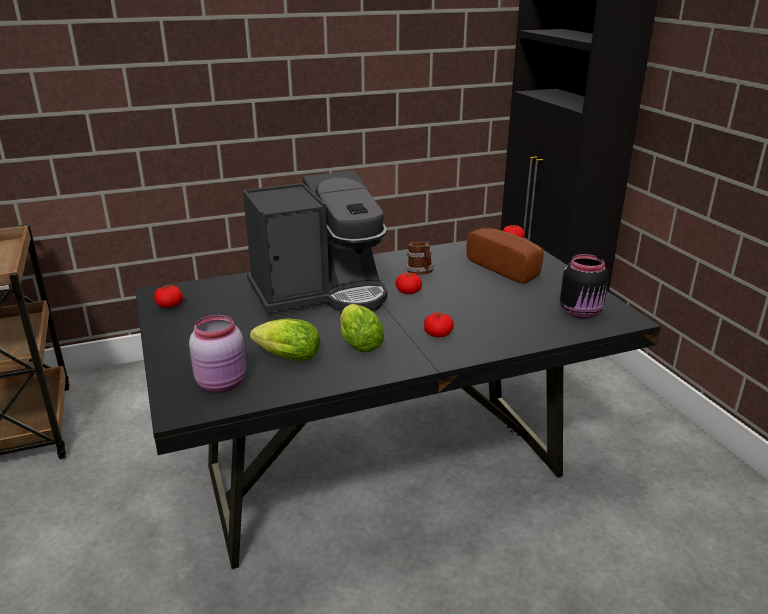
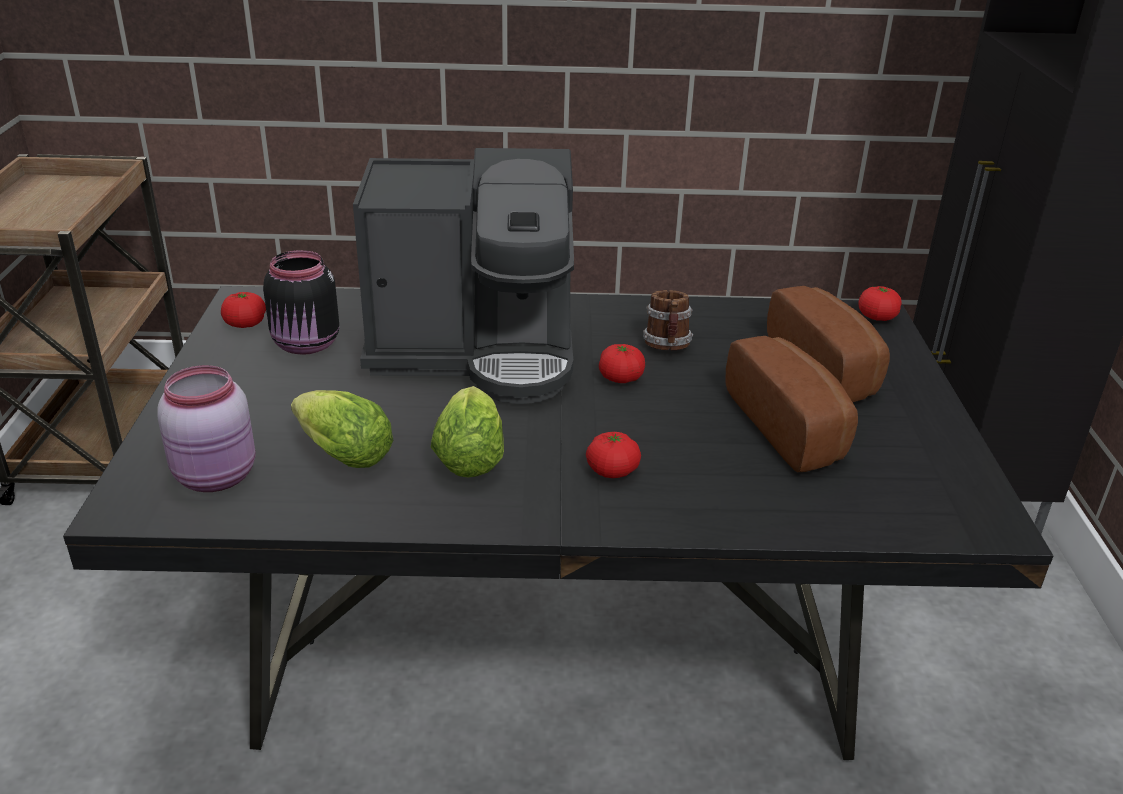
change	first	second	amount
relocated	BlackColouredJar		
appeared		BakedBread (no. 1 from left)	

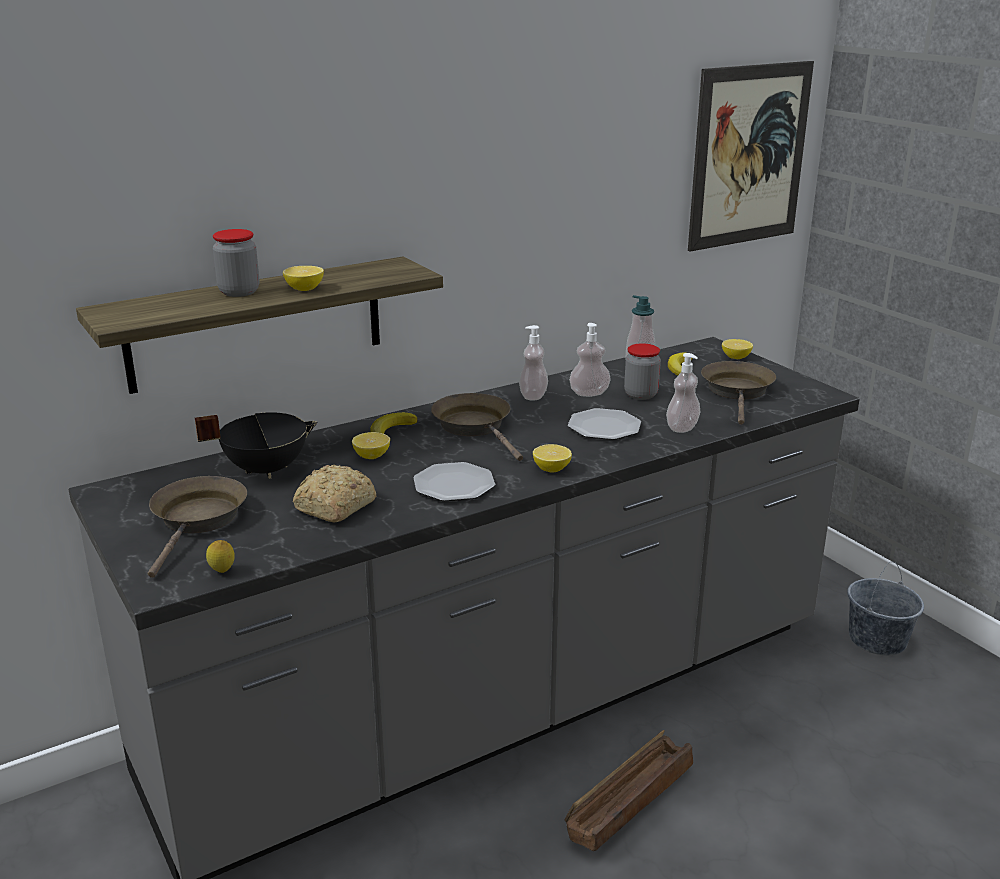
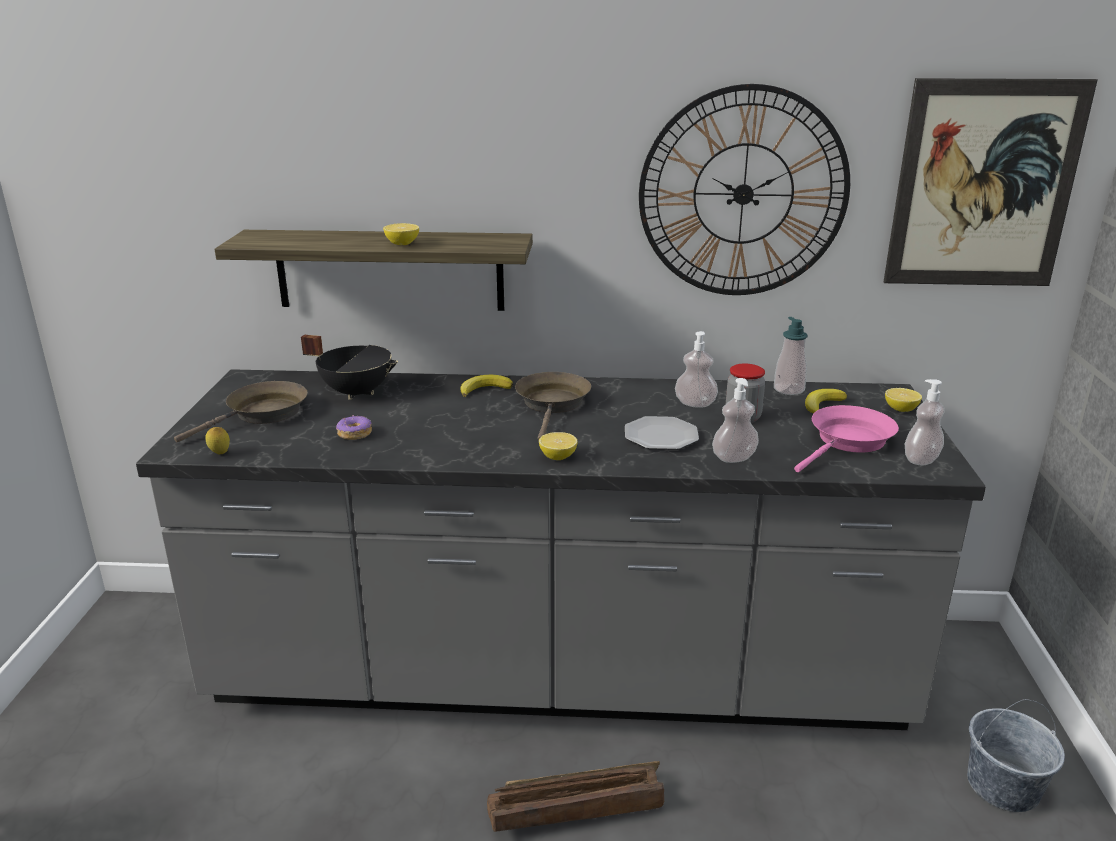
change	first	second	amount
missing	Jar (no. 1 from left)		
exchanged	BakedBread	Doughnut	
missing	CitrusFruit (no. 3 from left)		
missing	FlatDish (no. 1 from left)		
relocated	SoapDispenser (no. 1 from left in the first image)	SoapDispenser (no. 4 from left)	
colour	BrownishFryingPan (no. 3 from left)	PinkFryingPan	
appeared		ClockOnTheWall	

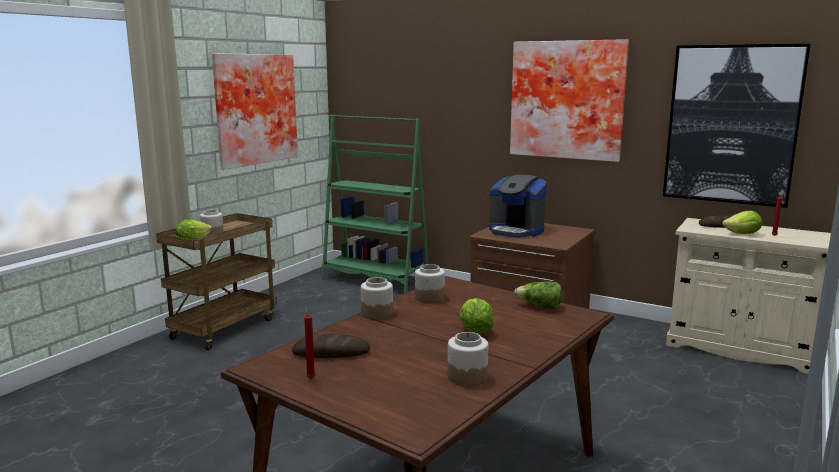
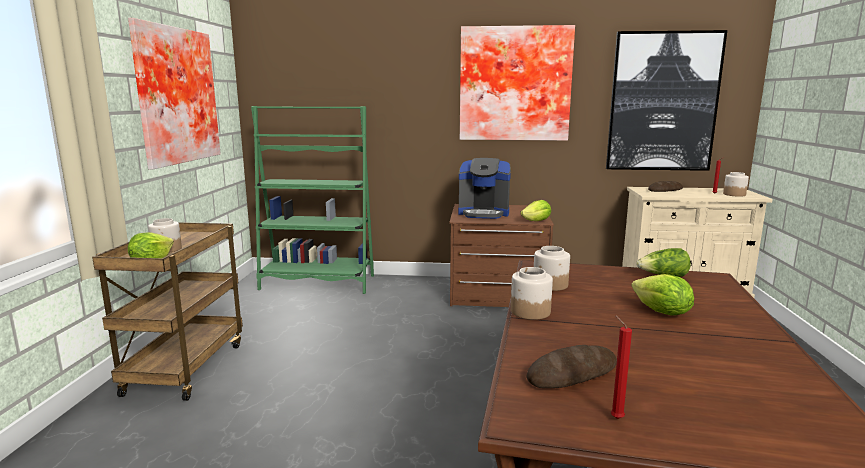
change	first	second	amount
relocated	Jar (no. 4 from left)		
relocated	Lettuce (no. 4 from left in the first image)	Lettuce (no. 2 from left)	

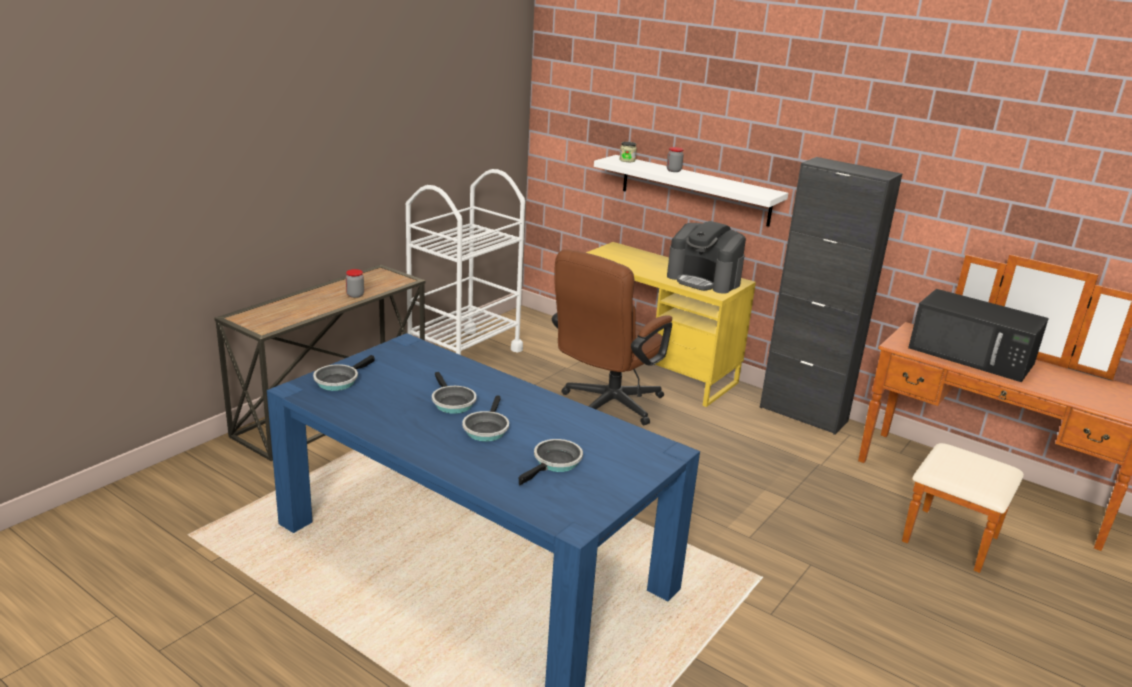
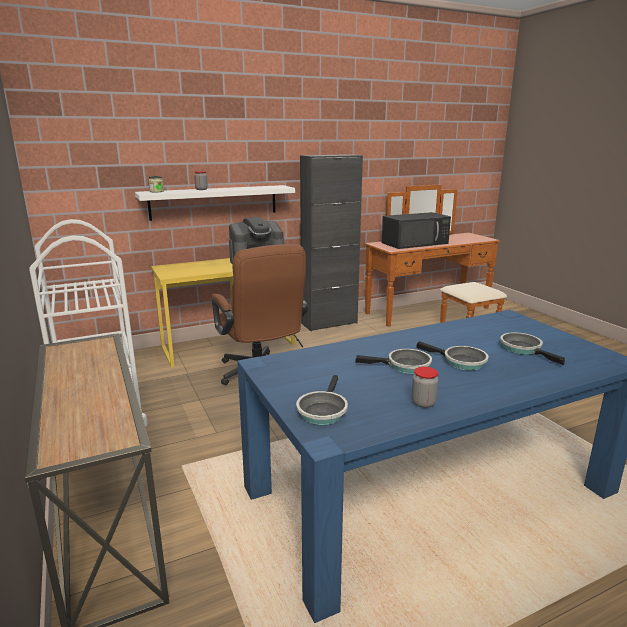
change	first	second	amount
spun	FryingPan (no. 1 from left)		45 degrees clockwise
relocated	Jar (no. 1 from left in the first image)	Jar (no. 3 from left)	

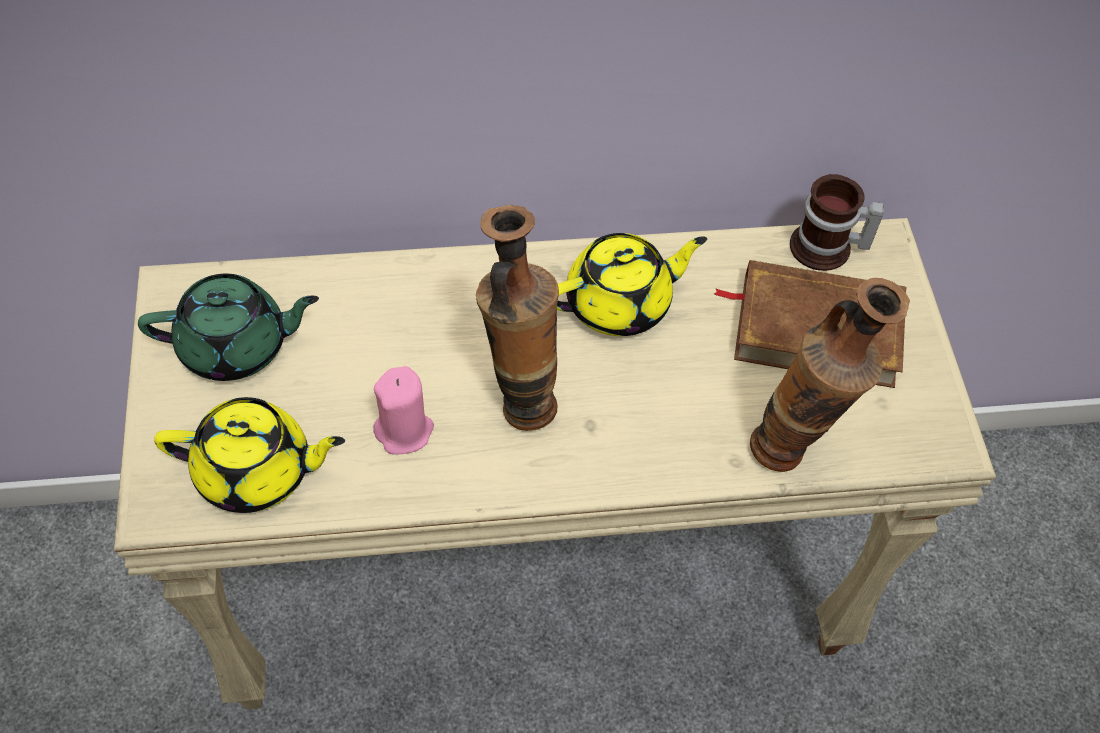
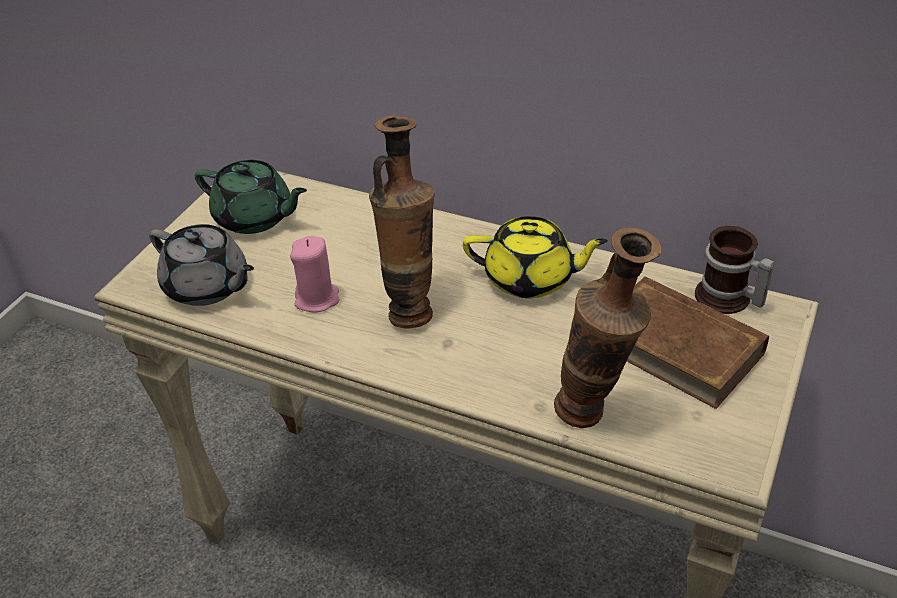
change	first	second	amount
colour	YellowTeaPot (no. 1 from left)	GreyTeaPot	

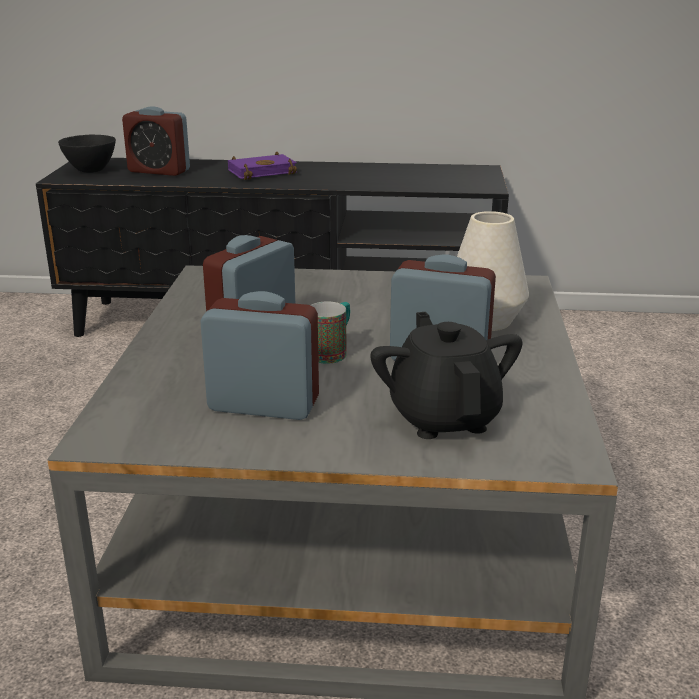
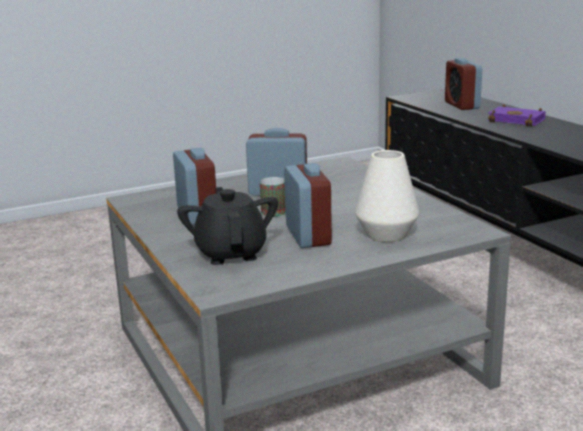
change	first	second	amount
missing	BlackColouredBowl		
spun	BlackColouredTeaPot		60 degrees counterclockwise

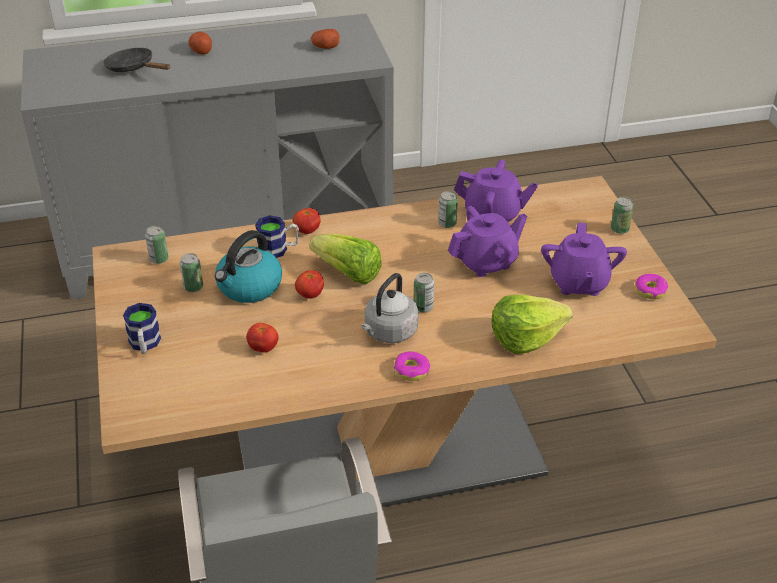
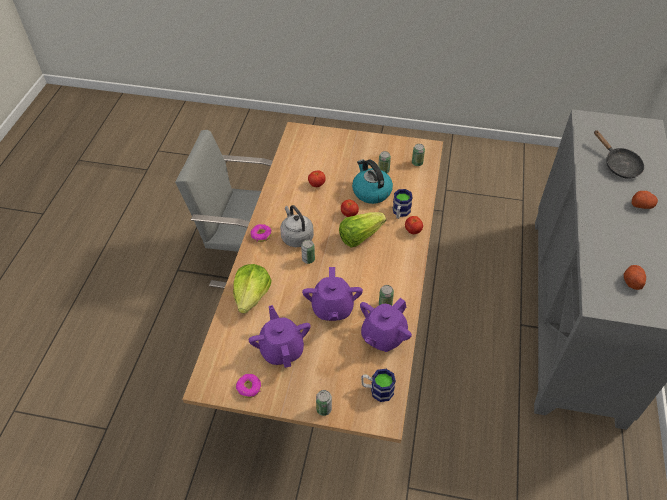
change	first	second	amount
spun	BlackColouredFryingPan		90 degrees clockwise
relocated	TeaMug (no. 1 from left)		
spun	PurpleTeaPot (no. 3 from left in the first image)	PurpleTeaPot (no. 1 from left)	45 degrees clockwise

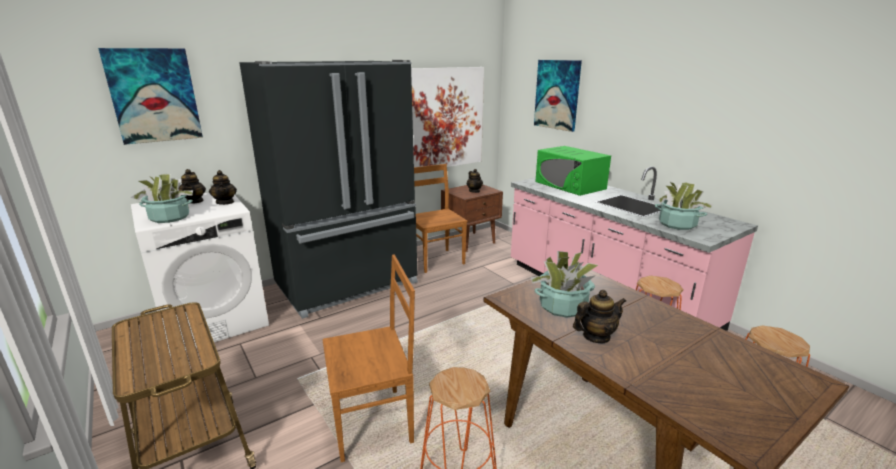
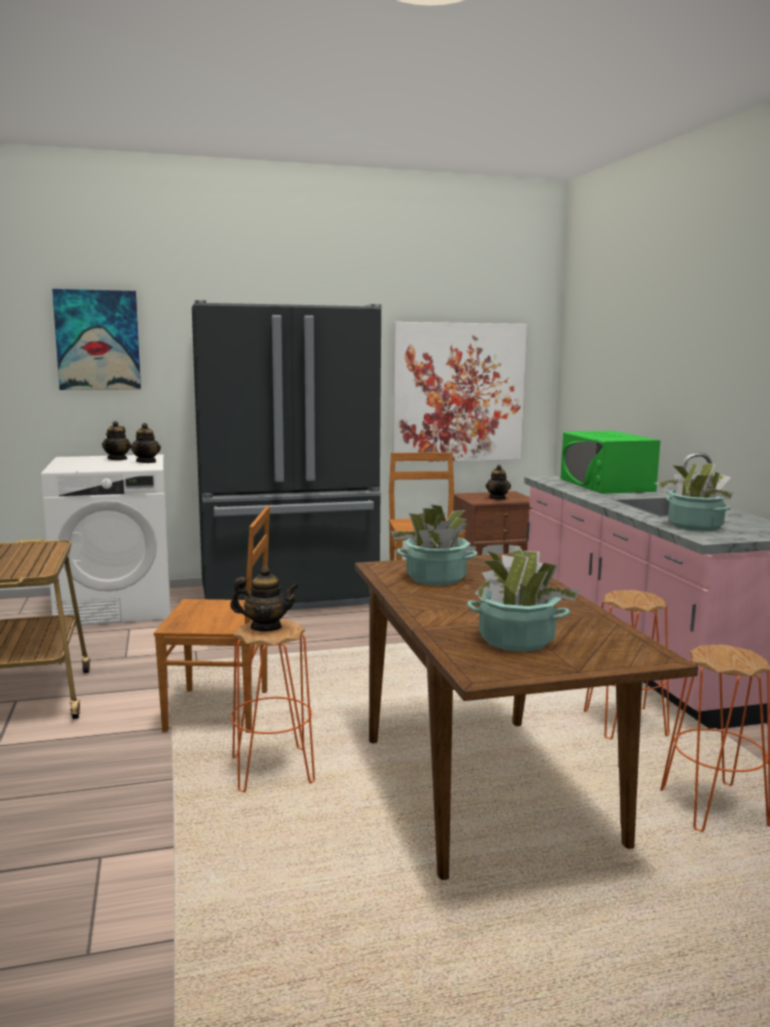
change	first	second	amount
relocated	PottedPlant (no. 1 from left in the first image)	PottedPlant (no. 2 from left)	
missing	WallPicture (no. 3 from left)		
relocated	TeaPot (no. 4 from left in the first image)	TeaPot (no. 3 from left)	

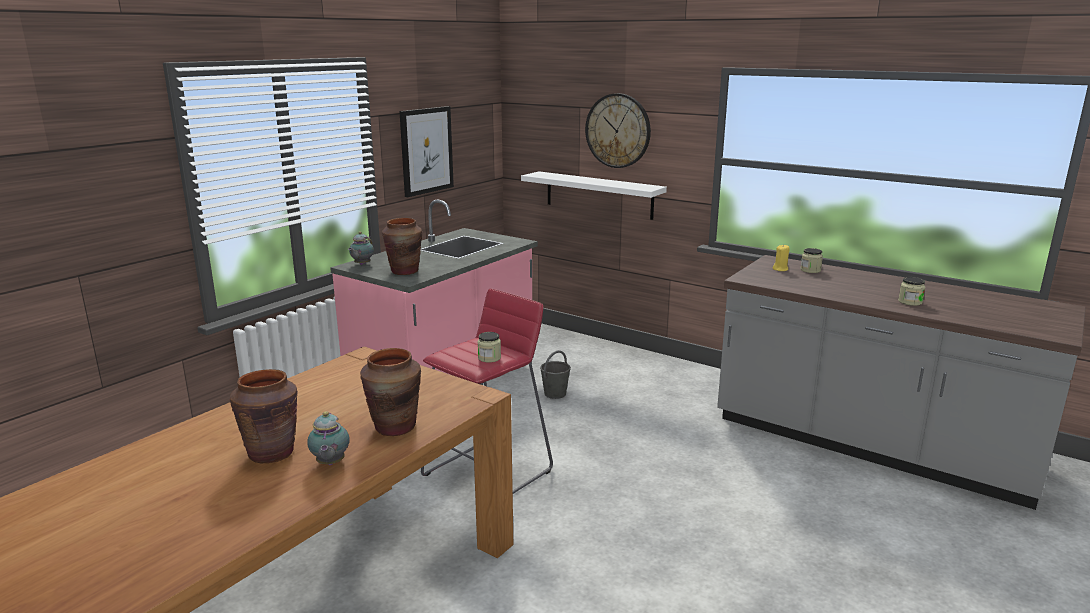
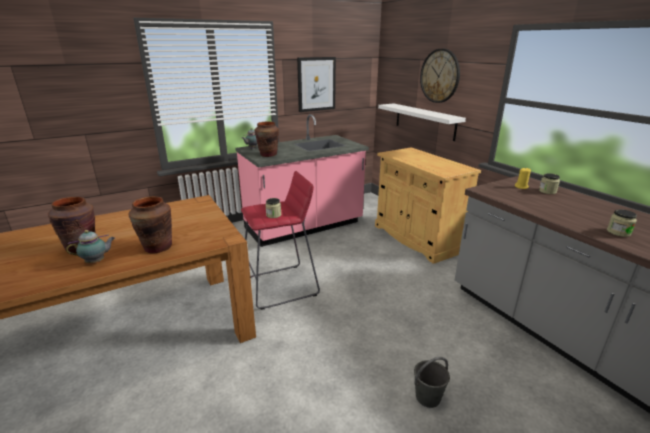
change	first	second	amount
spun	TeaPot (no. 1 from left)		135 degrees counterclockwise
relocated	GreyBucket		
appeared		SandColouredCupboard	

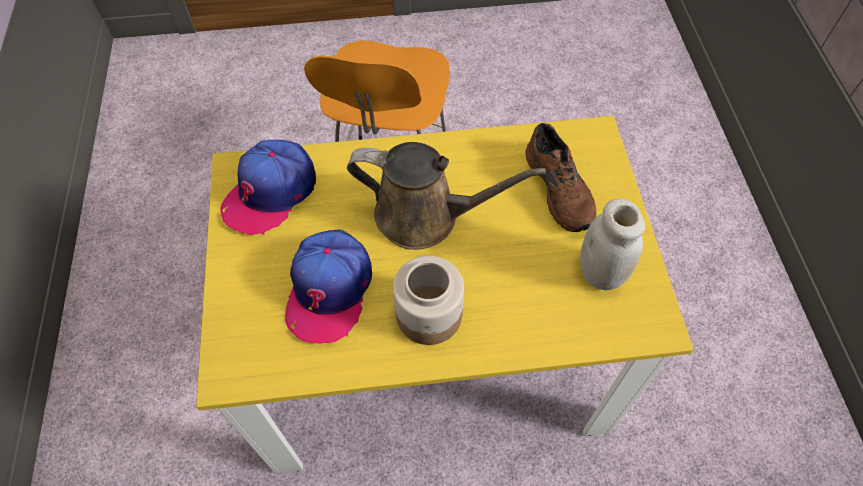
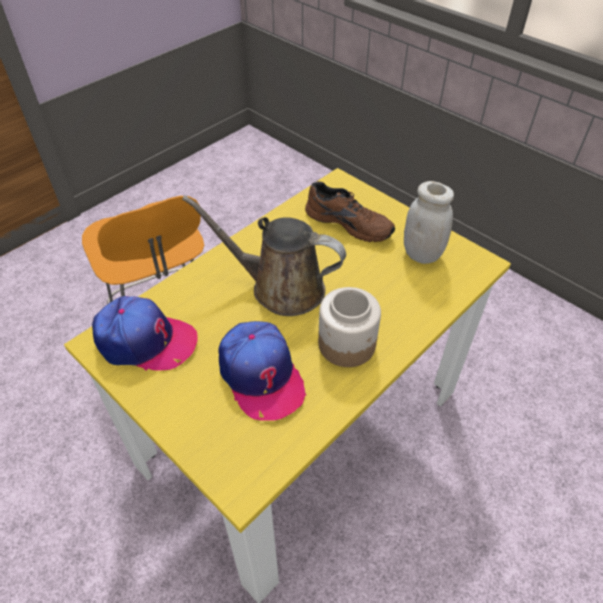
change	first	second	amount
spun	PeakedCap (no. 1 from left)		75 degrees counterclockwise
spun	BrownishWateringPot		135 degrees counterclockwise

